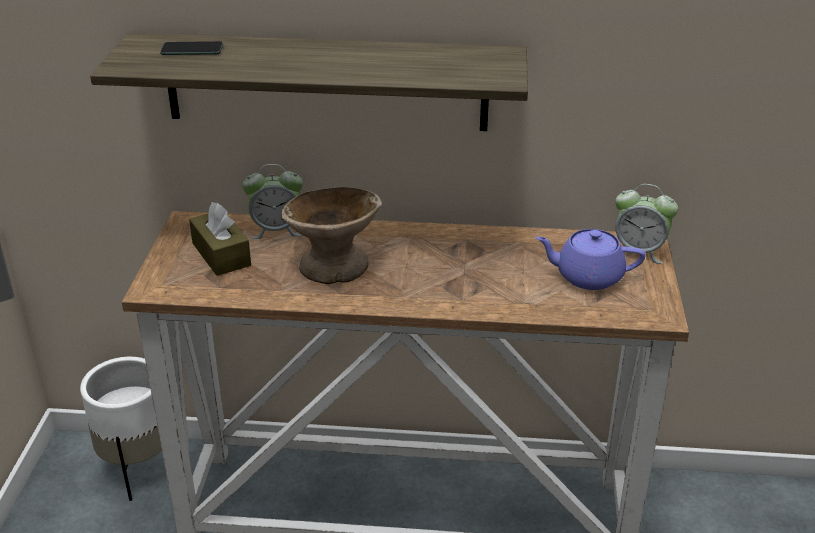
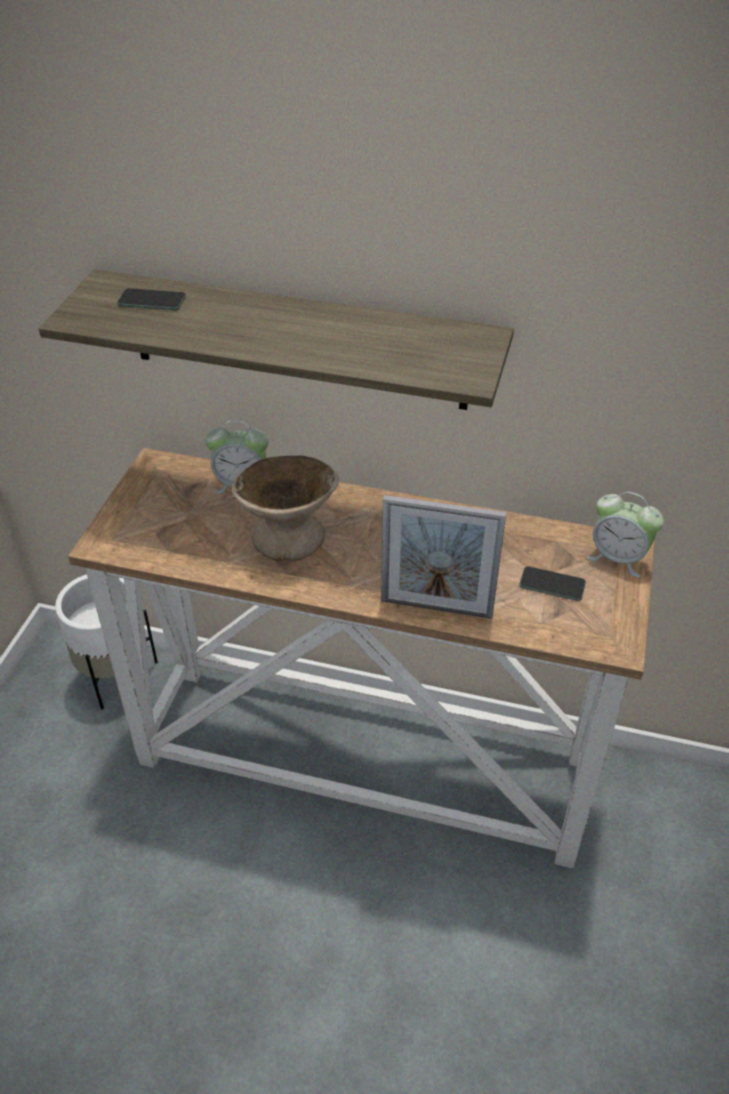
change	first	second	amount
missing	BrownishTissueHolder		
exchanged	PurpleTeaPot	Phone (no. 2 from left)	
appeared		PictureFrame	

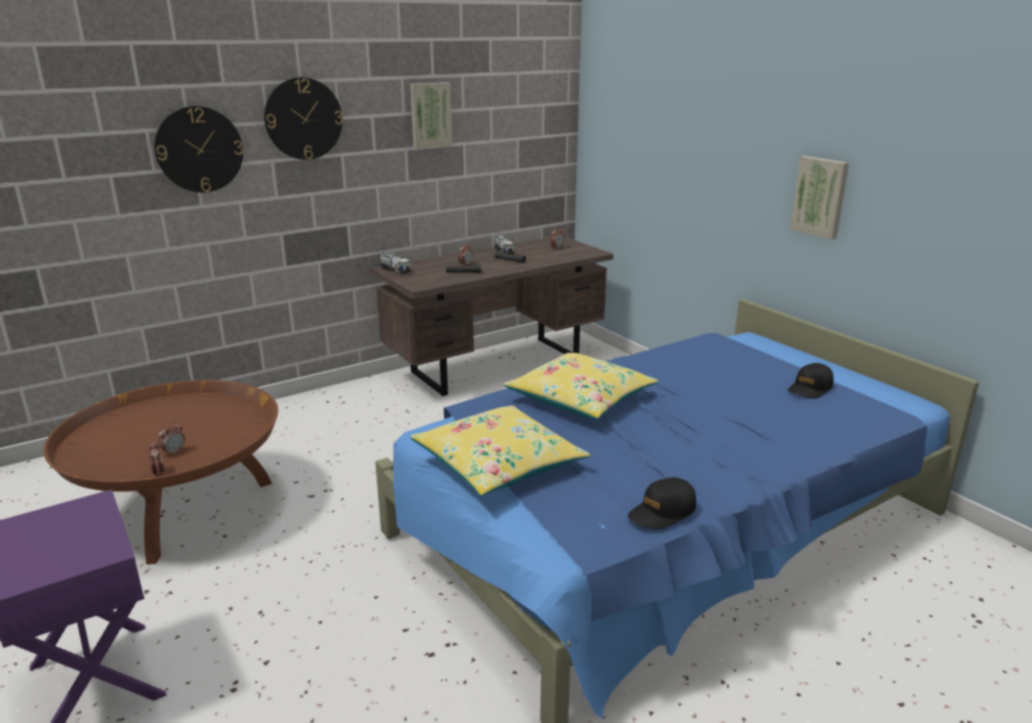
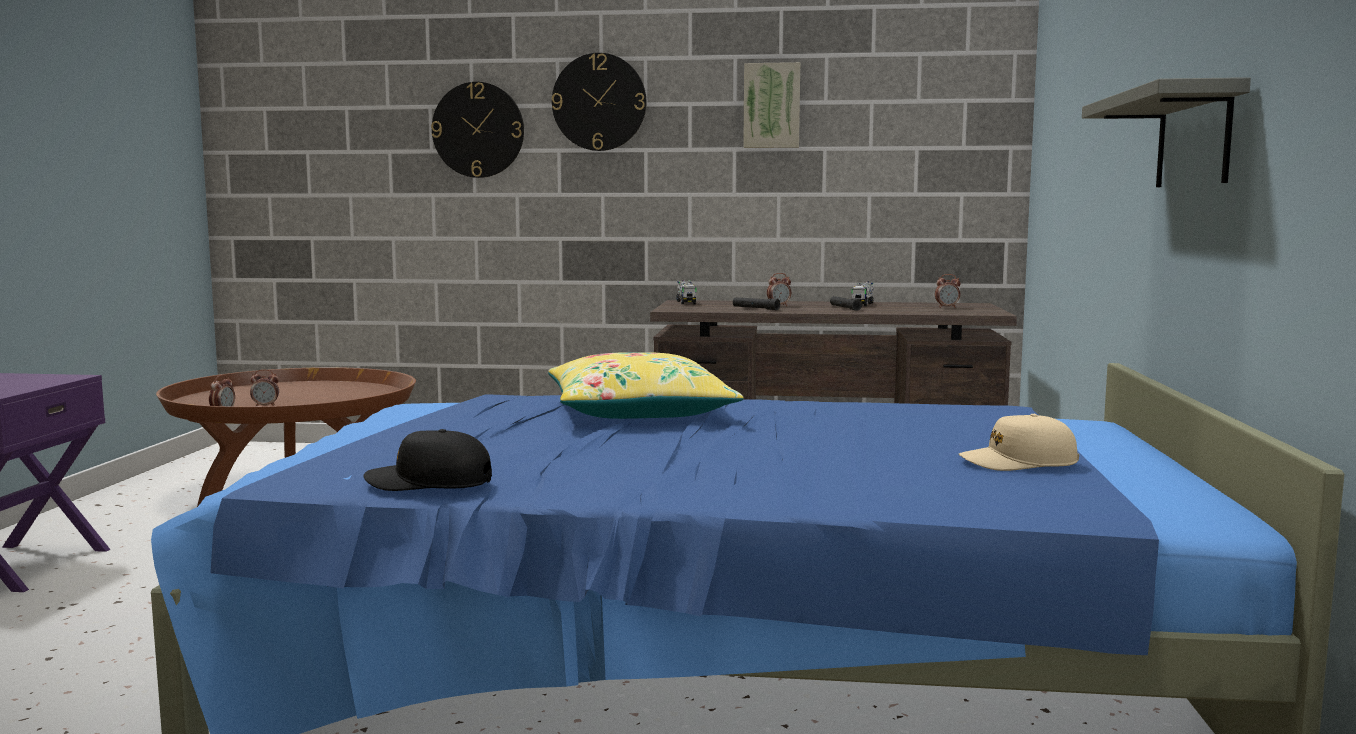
change	first	second	amount
missing	YellowPillow (no. 1 from left)		
colour	BlackColouredPeakedCap (no. 2 from left)	SandColouredPeakedCap	
exchanged	WallPicture (no. 2 from left)	GreyBracketShelf	

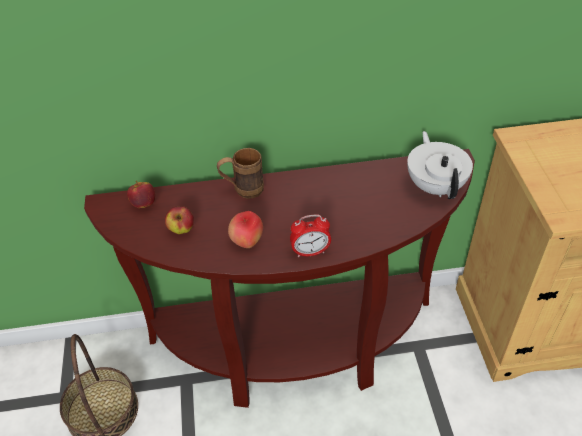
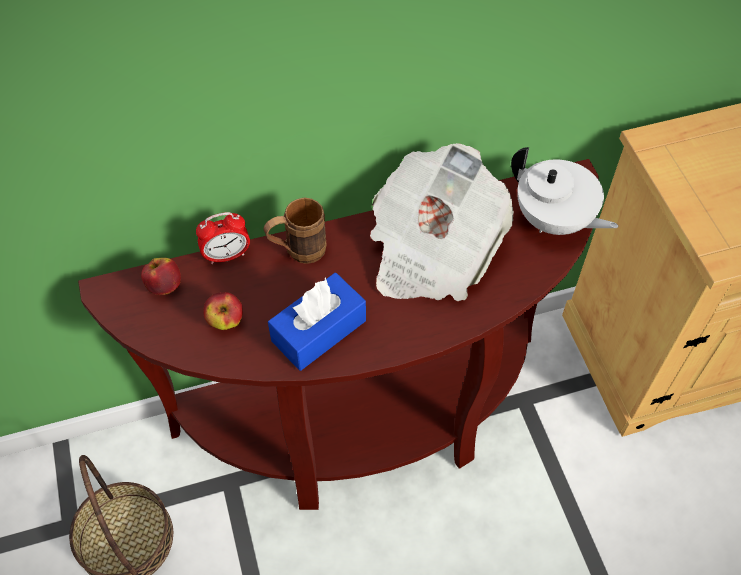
change	first	second	amount
exchanged	AppleFruit (no. 3 from left)	BluishTissueHolder	
relocated	BedsideClock		
spun	WhitishTeaPot		150 degrees clockwise
appeared		PrintedPaper	

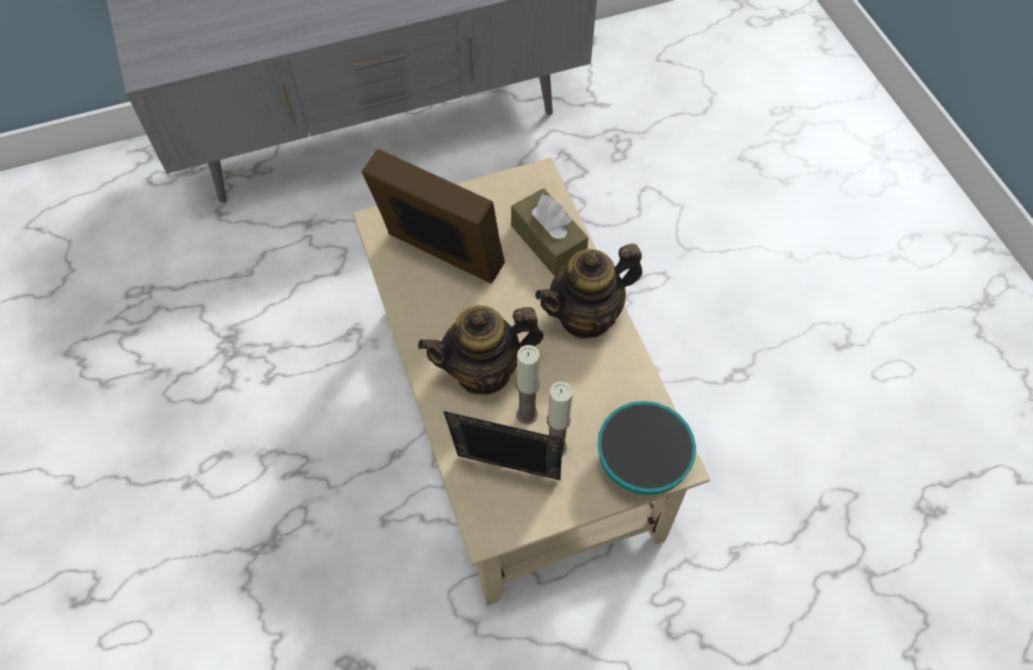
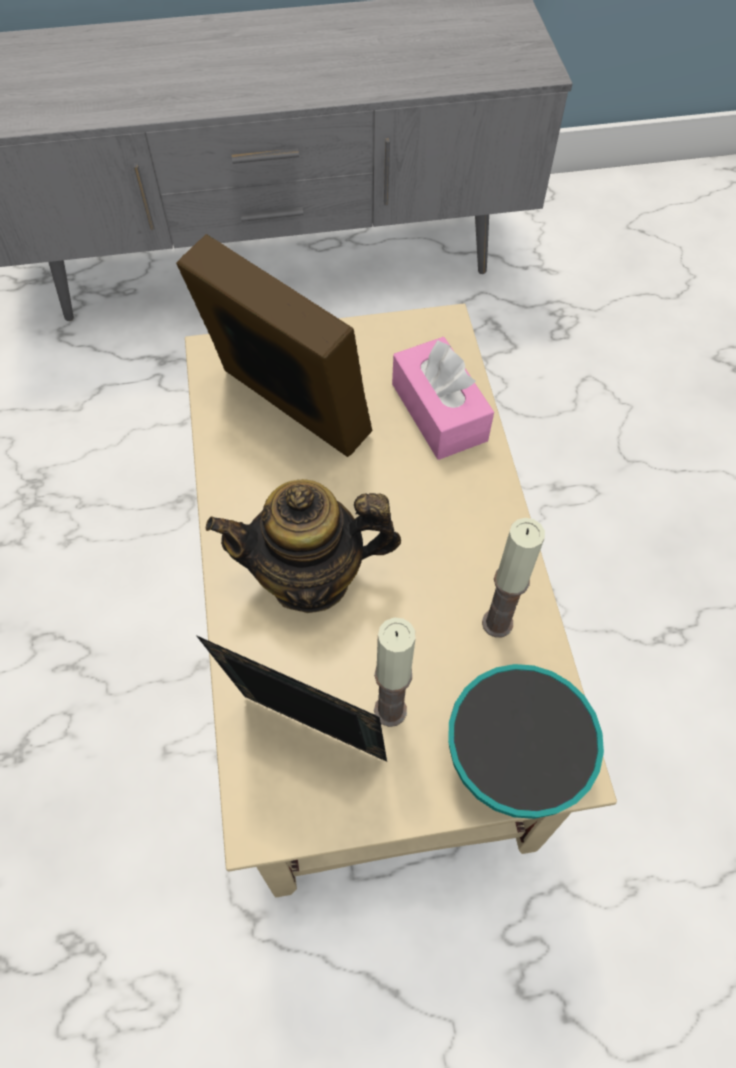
change	first	second	amount
colour	BrownishTissueHolder	PinkTissueHolder	
relocated	WaxLight (no. 1 from left in the first image)	WaxLight (no. 2 from left)	
missing	TeaPot (no. 2 from left)		

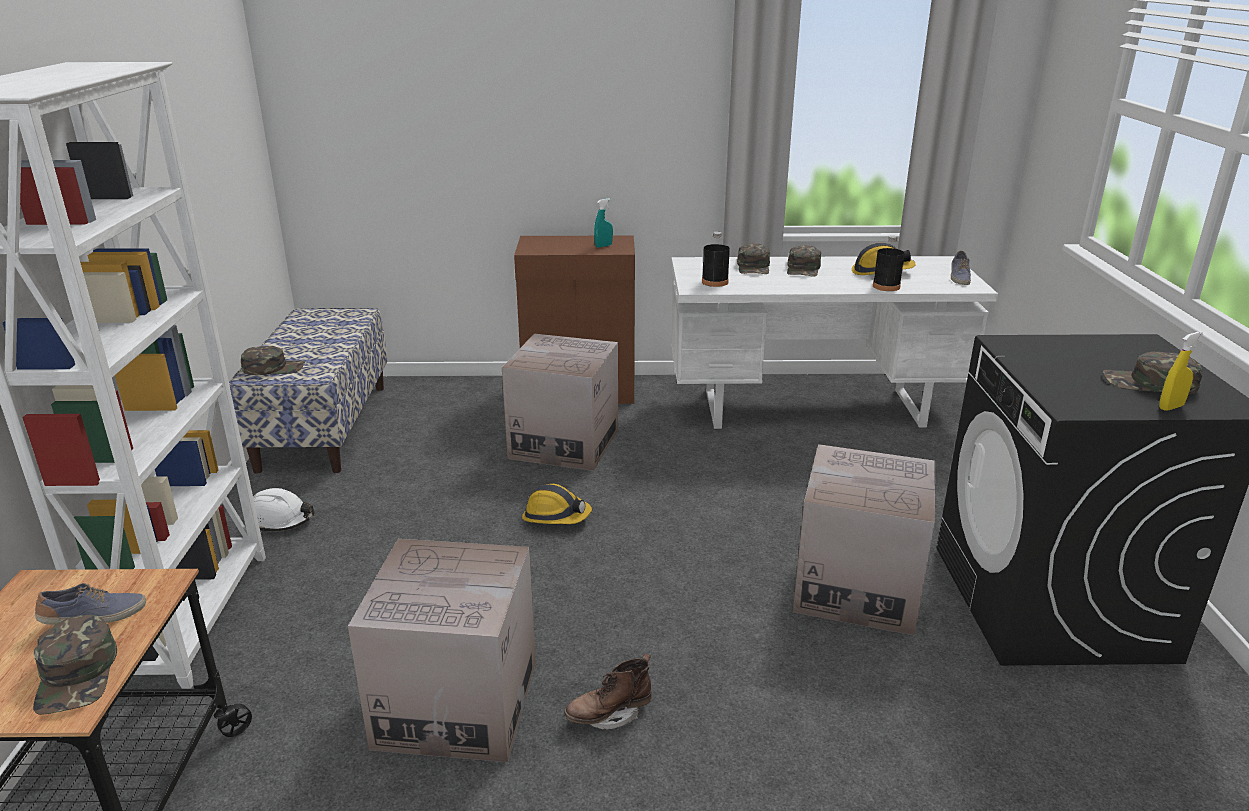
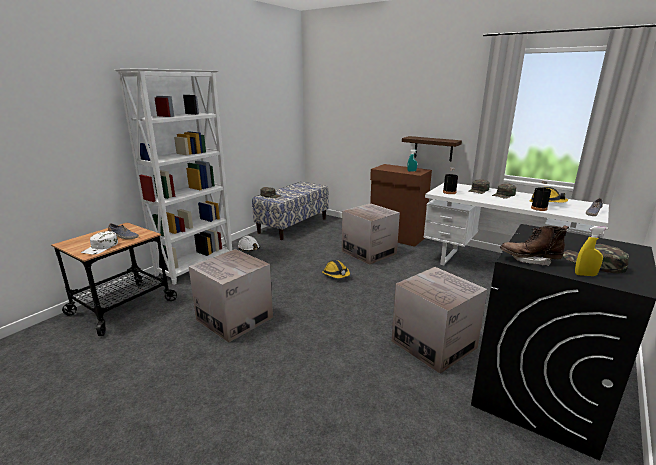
change	first	second	amount
colour	GreenColouredPeakedCap (no. 1 from left)	WhitishPeakedCap	
relocated	BrownishTallBoot		
appeared		BracketShelf	

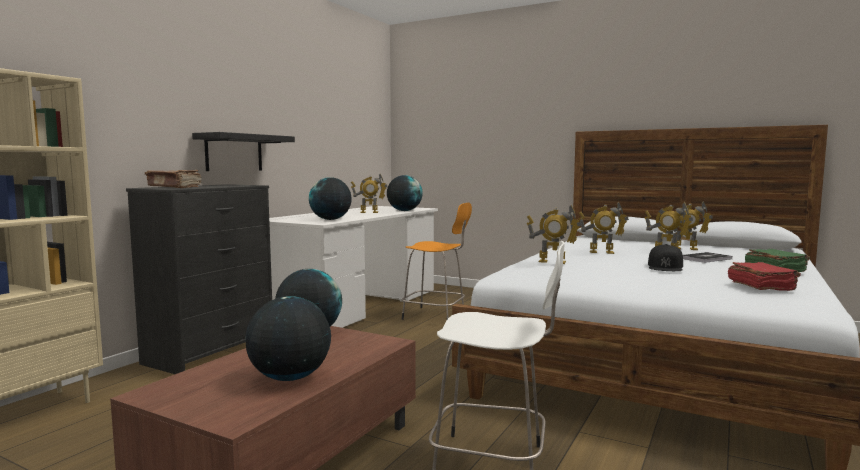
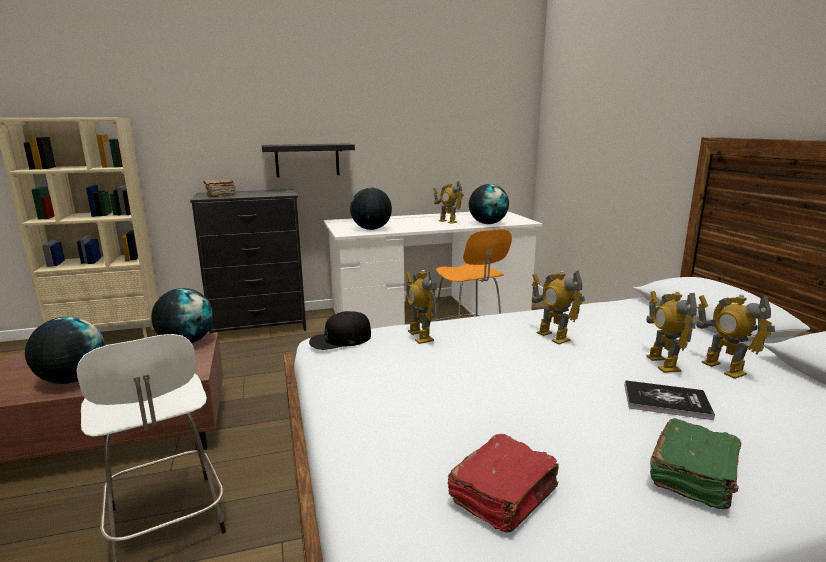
change	first	second	amount
relocated	BlackColouredPeakedCap		

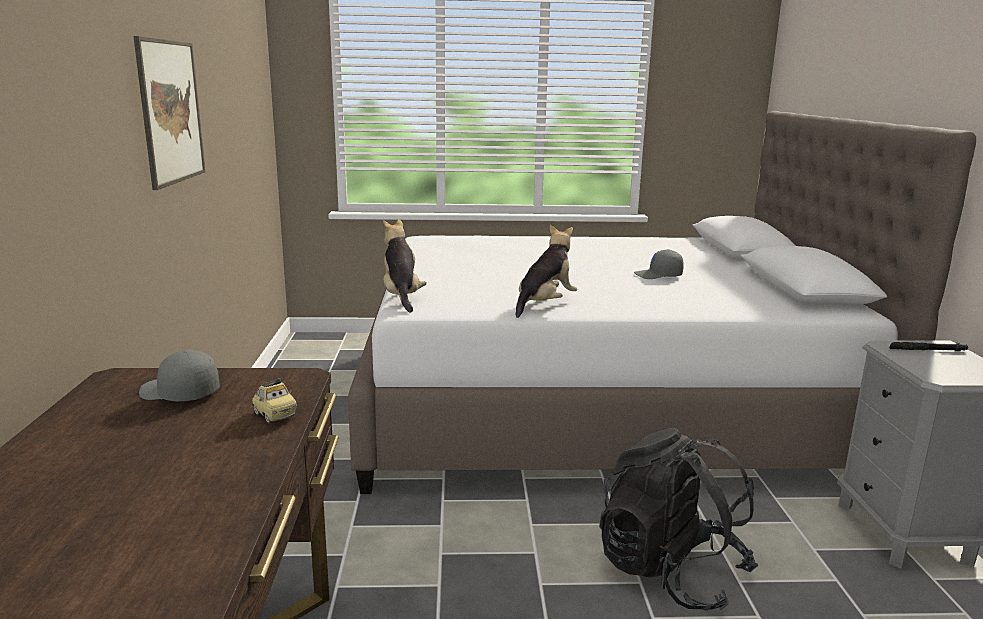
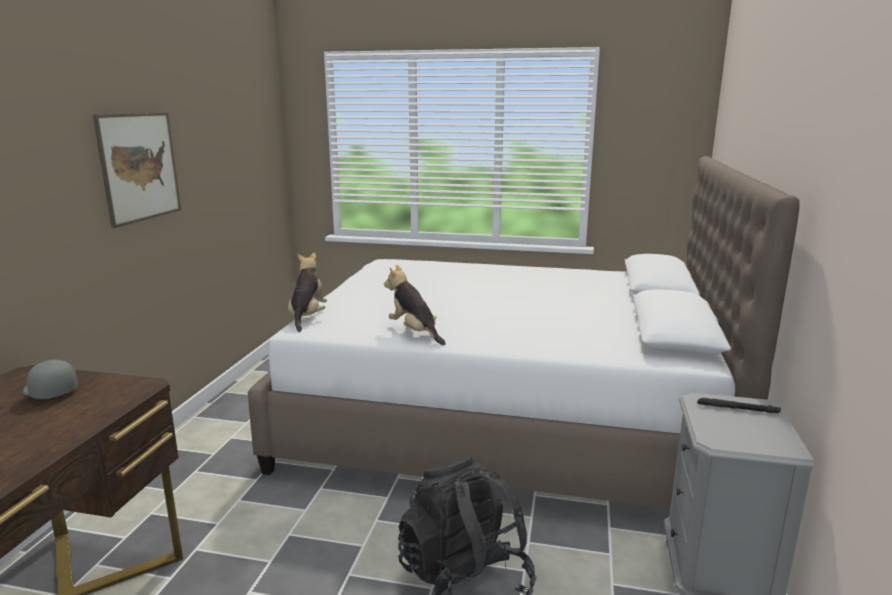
change	first	second	amount
missing	ToyCar		
spun	SoftToy (no. 2 from left)		90 degrees counterclockwise
missing	GreyPeakedCap (no. 2 from left)		

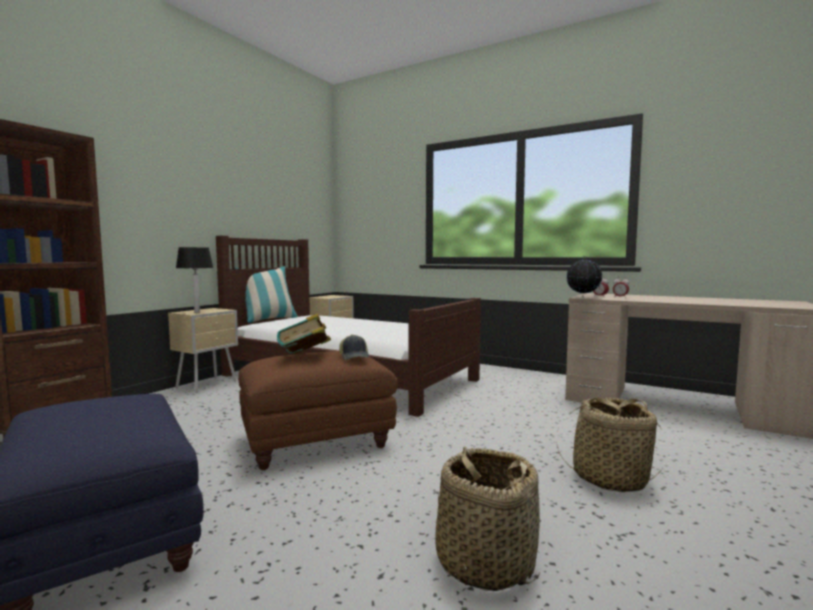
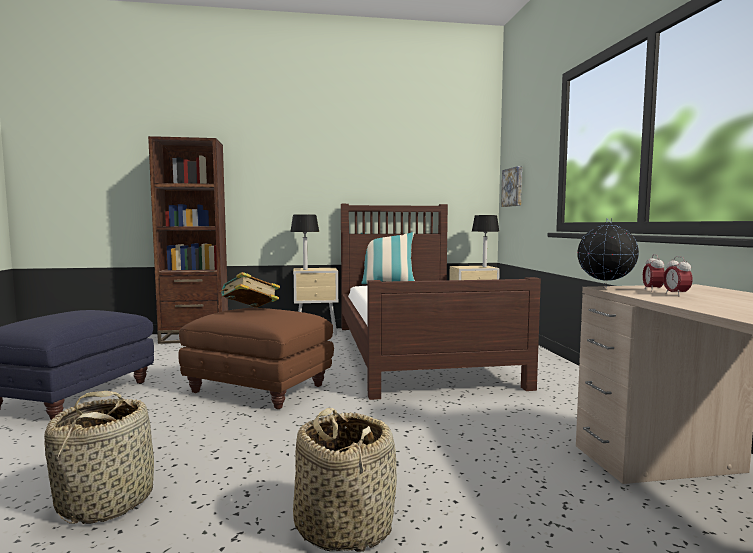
change	first	second	amount
missing	PeakedCap		
appeared		LampForATable (no. 2 from left)	
appeared		WallPicture	

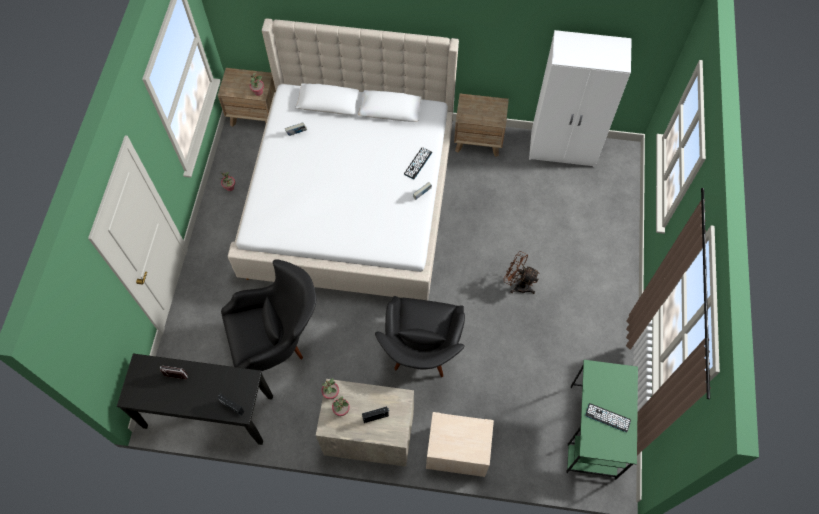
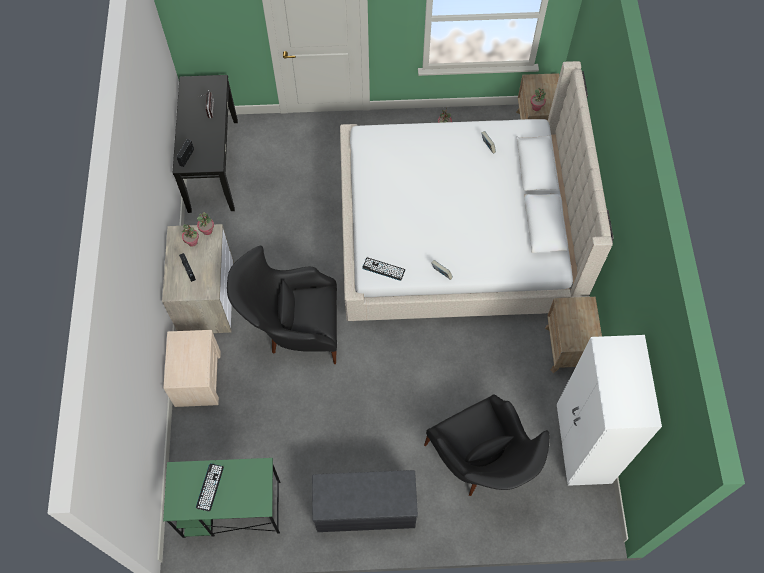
change	first	second	amount
relocated	BlackColouredArmchair (no. 1 from left in the first image)	BlackColouredArmchair (no. 2 from left)	
relocated	Keyboard (no. 1 from left in the first image)	Keyboard (no. 2 from left)	
missing	BrownishCoolingFan		
appeared		GreyBench	

